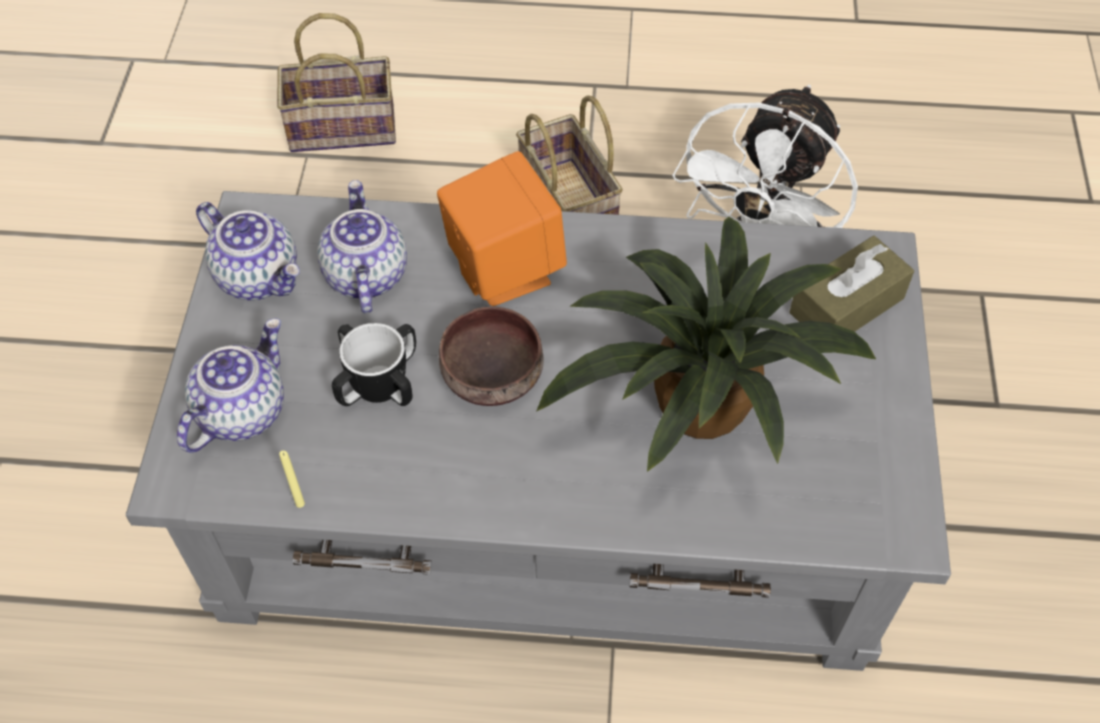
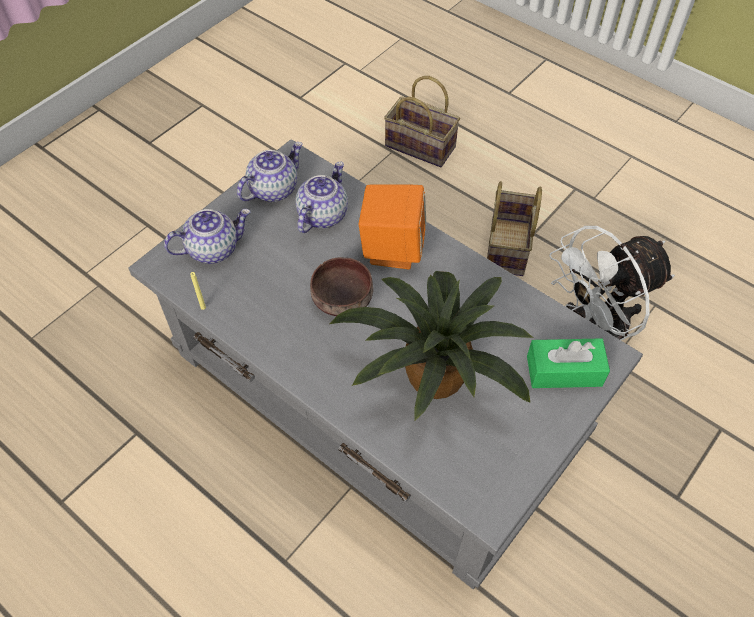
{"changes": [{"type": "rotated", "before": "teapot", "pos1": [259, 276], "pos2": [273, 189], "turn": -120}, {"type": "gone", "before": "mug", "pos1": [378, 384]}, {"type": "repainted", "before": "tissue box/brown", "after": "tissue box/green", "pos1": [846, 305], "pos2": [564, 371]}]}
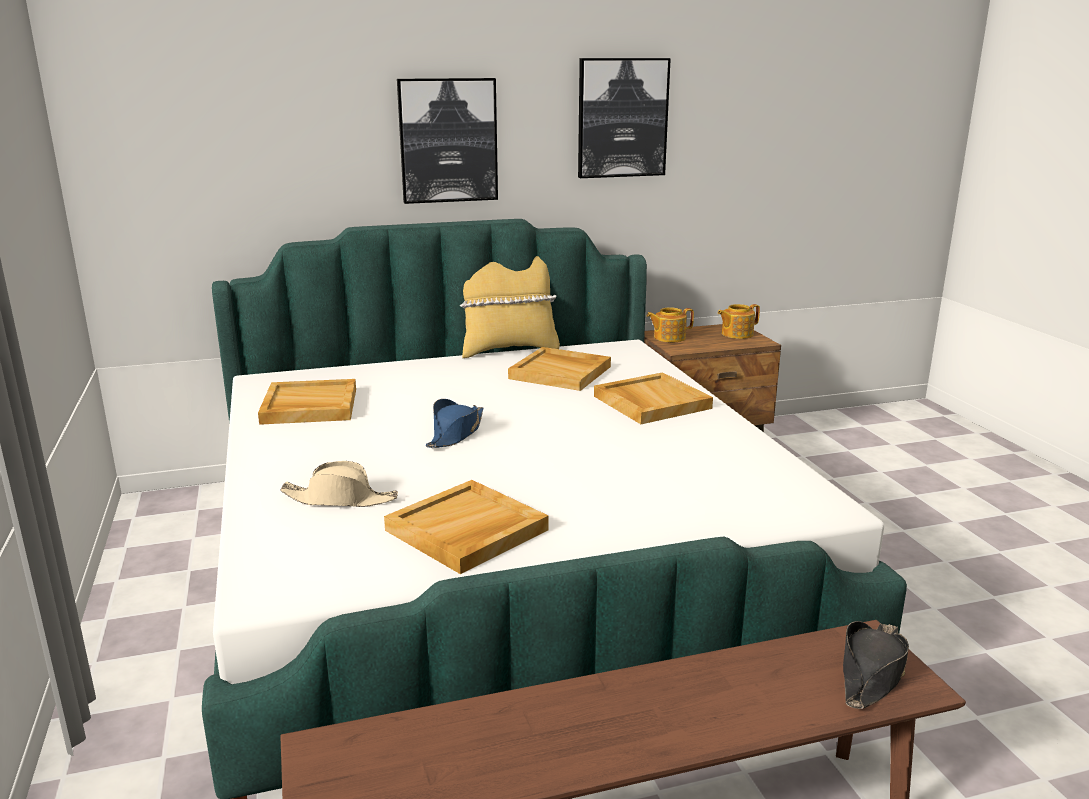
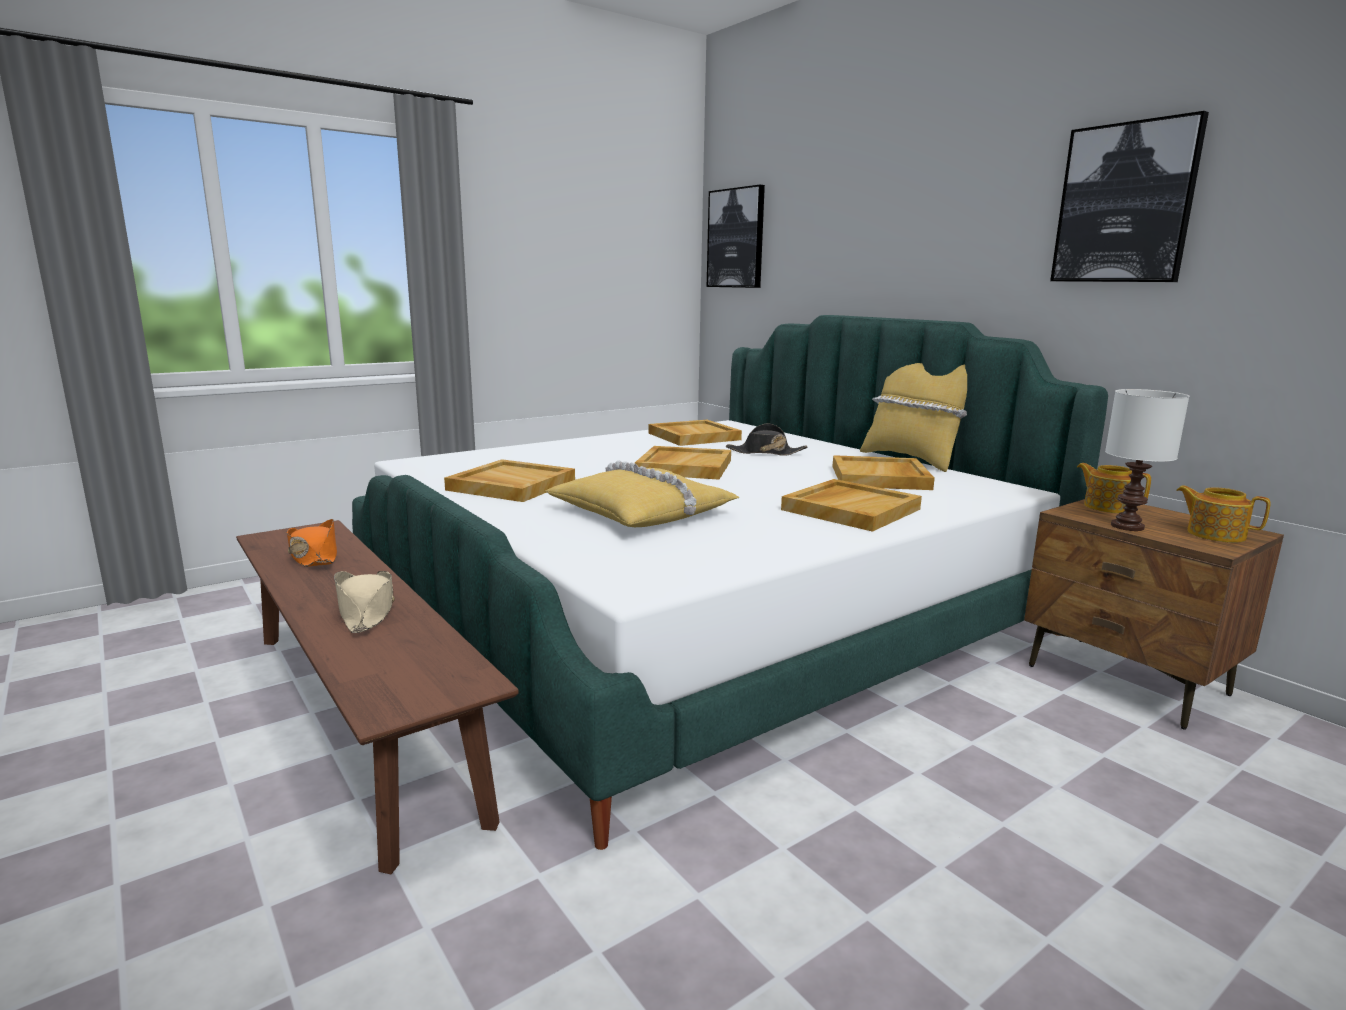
{"changes": [{"type": "shifted", "before": "hat/beige", "pos1": [340, 499], "pos2": [366, 611]}, {"type": "shifted", "before": "picture", "pos1": [448, 140], "pos2": [736, 238]}, {"type": "swapped", "before": "hat/blue", "after": "tray/beige", "pos1": [455, 433], "pos2": [684, 467]}, {"type": "shifted", "before": "hat/black", "pos1": [871, 673], "pos2": [765, 453]}, {"type": "new", "after": "hat/orange", "pos2": [314, 556]}, {"type": "new", "after": "pillow/yellow", "pos2": [642, 512]}, {"type": "new", "after": "table lamp/white", "pos2": [1125, 526]}]}
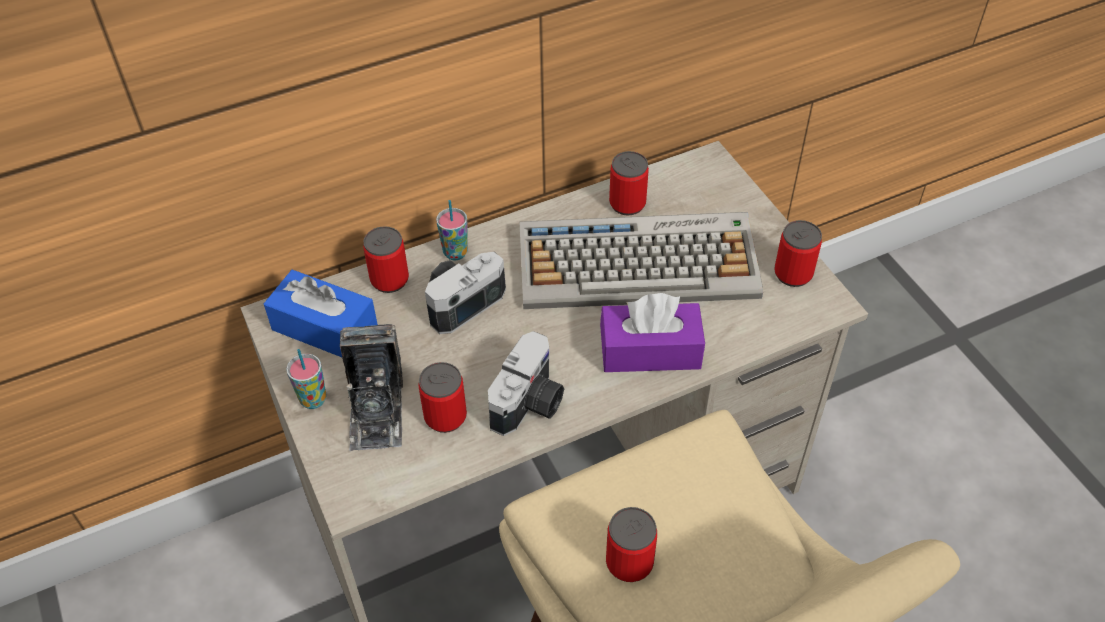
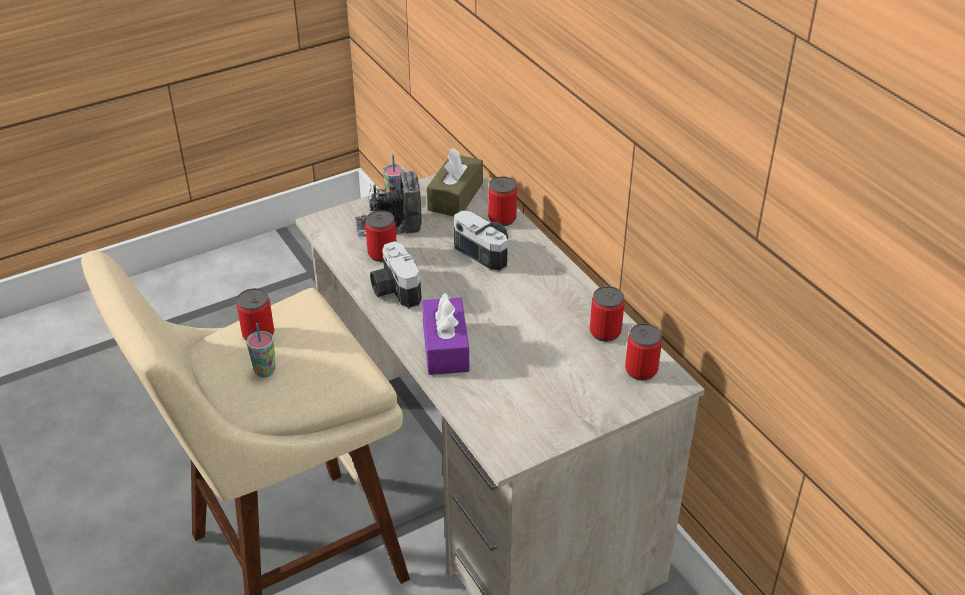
{"changes": [{"type": "repainted", "before": "tissue box/blue", "after": "tissue box/brown", "pos1": [324, 328], "pos2": [455, 196]}, {"type": "shifted", "before": "cup", "pos1": [455, 253], "pos2": [265, 371]}, {"type": "rotated", "before": "photo camera", "pos1": [530, 404], "pos2": [393, 290], "turn": 45}, {"type": "gone", "before": "keyboard", "pos1": [639, 262]}, {"type": "shifted", "before": "can", "pos1": [793, 274], "pos2": [641, 370]}]}
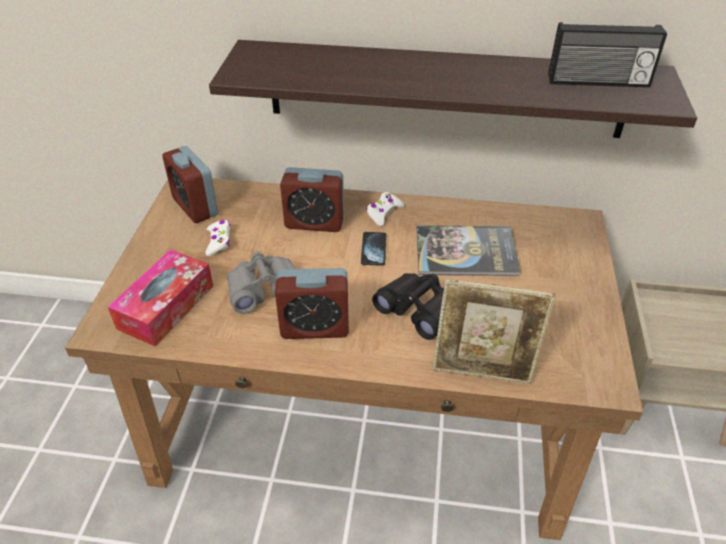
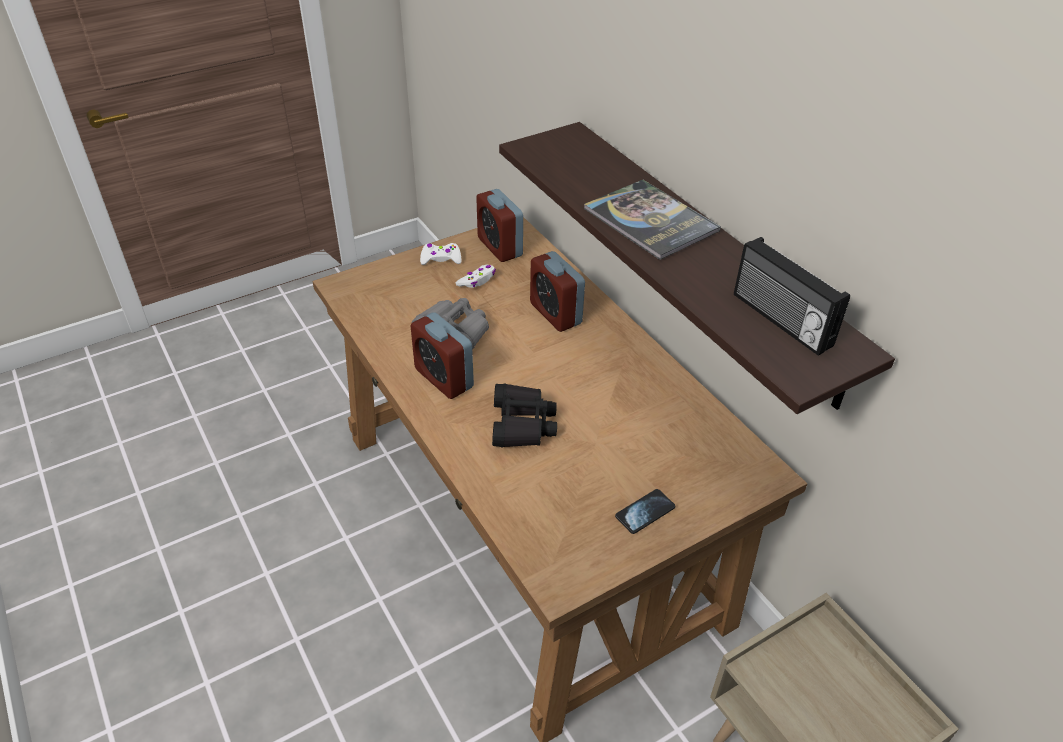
{"changes": [{"type": "gone", "before": "tissue box", "pos1": [166, 307]}, {"type": "rotated", "before": "alarm clock", "pos1": [195, 207], "pos2": [500, 247], "turn": -45}, {"type": "shifted", "before": "phone", "pos1": [373, 249], "pos2": [645, 512]}, {"type": "shifted", "before": "game controller/white", "pos1": [383, 213], "pos2": [441, 259]}, {"type": "shifted", "before": "book", "pos1": [465, 252], "pos2": [650, 220]}, {"type": "gone", "before": "picture frame", "pos1": [482, 372]}]}
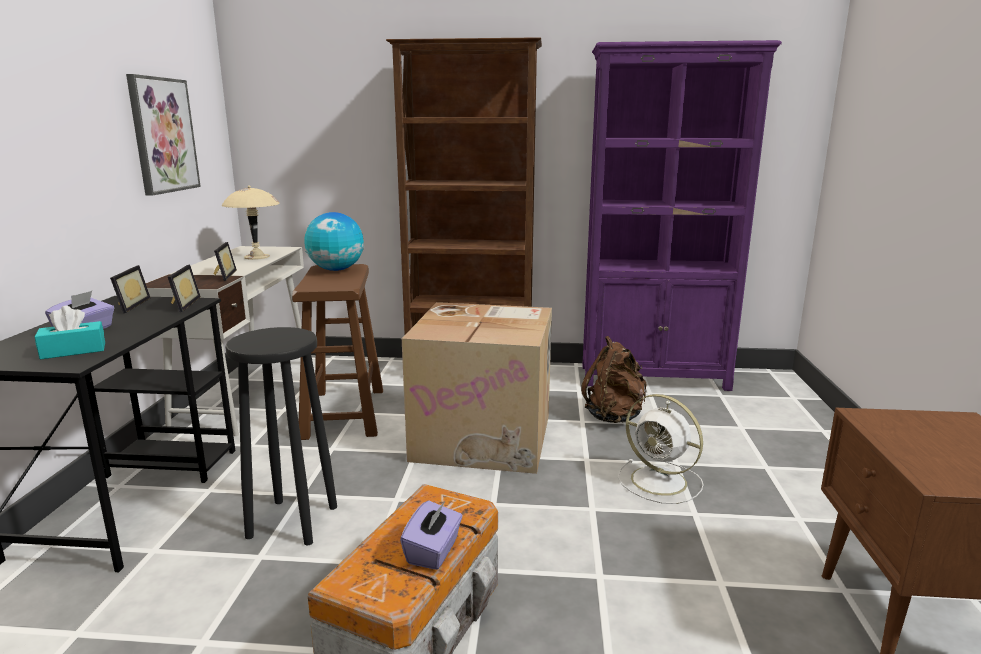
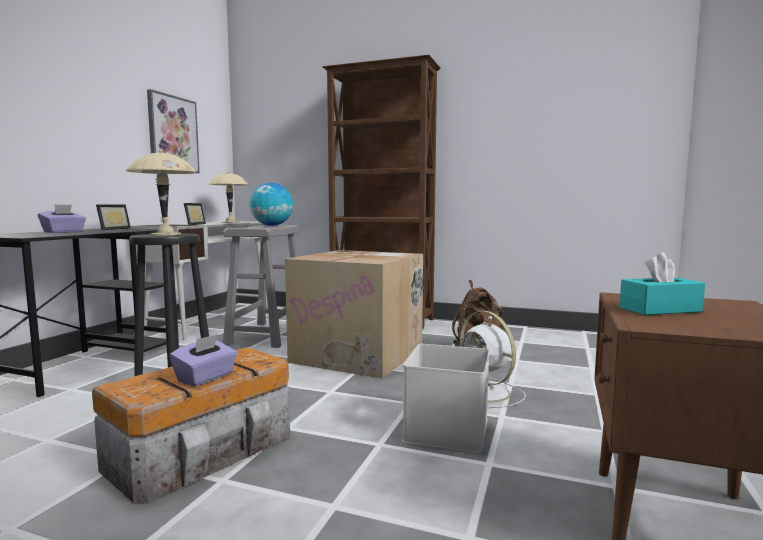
{"changes": [{"type": "shifted", "before": "tissue box/turquoise", "pos1": [73, 351], "pos2": [660, 309]}, {"type": "gone", "before": "picture frame", "pos1": [181, 304]}, {"type": "repainted", "before": "stool/brown", "after": "stool/grey", "pos1": [344, 413], "pos2": [267, 335]}, {"type": "gone", "before": "bookcase/purple", "pos1": [654, 378]}, {"type": "new", "after": "table lamp/beige", "pos2": [165, 234]}, {"type": "new", "after": "storage box/white", "pos2": [448, 431]}]}
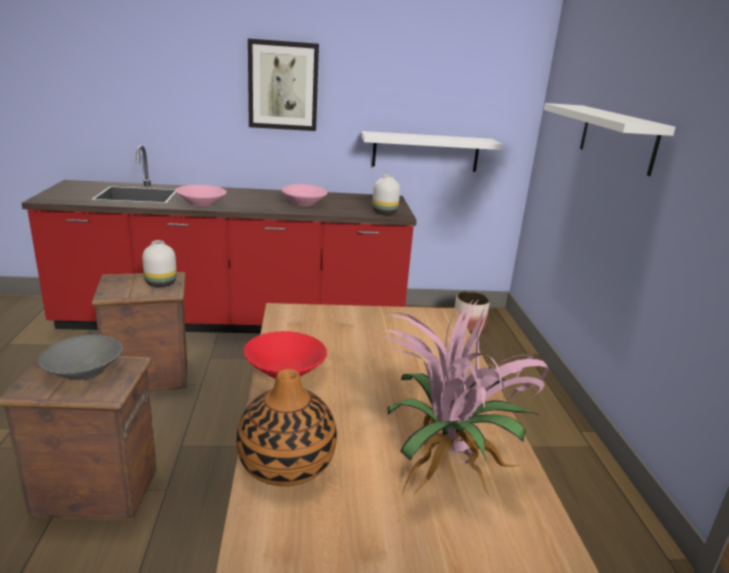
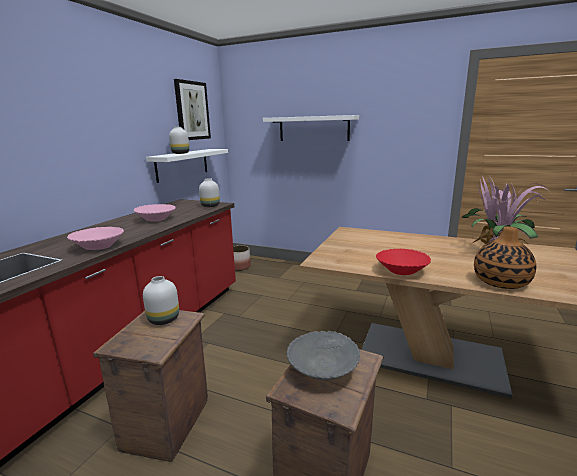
{"changes": [{"type": "shifted", "before": "picture", "pos1": [283, 86], "pos2": [192, 111]}, {"type": "new", "after": "vase/white", "pos2": [180, 153]}]}
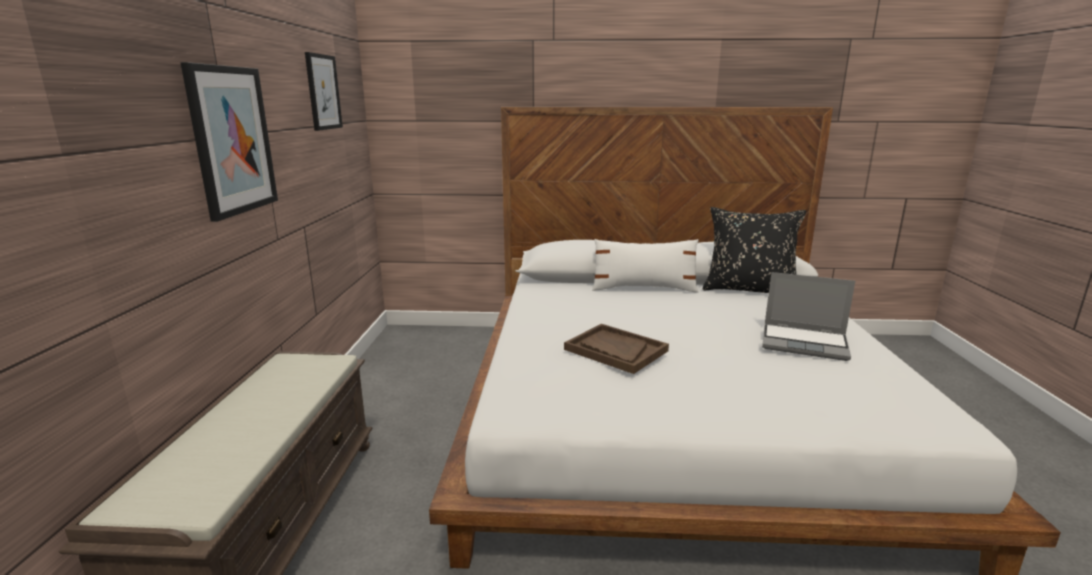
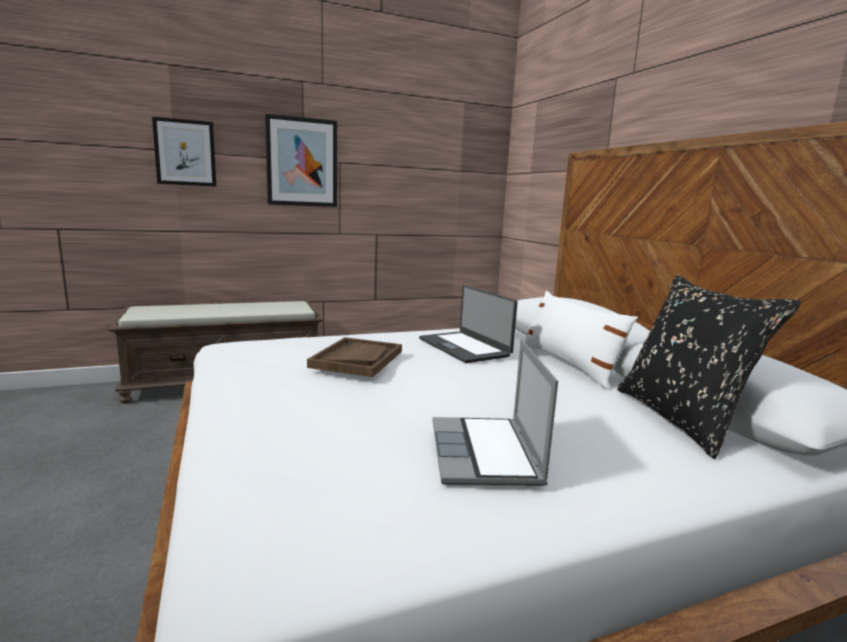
{"changes": [{"type": "shifted", "before": "picture", "pos1": [323, 92], "pos2": [185, 153]}, {"type": "new", "after": "laptop", "pos2": [464, 347]}]}
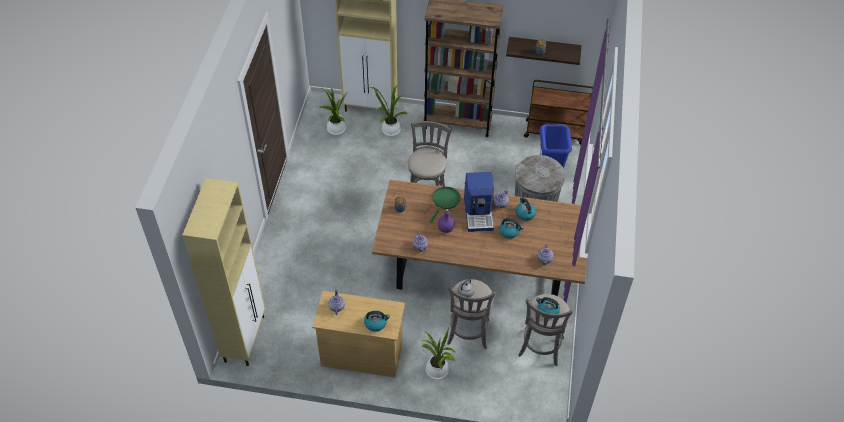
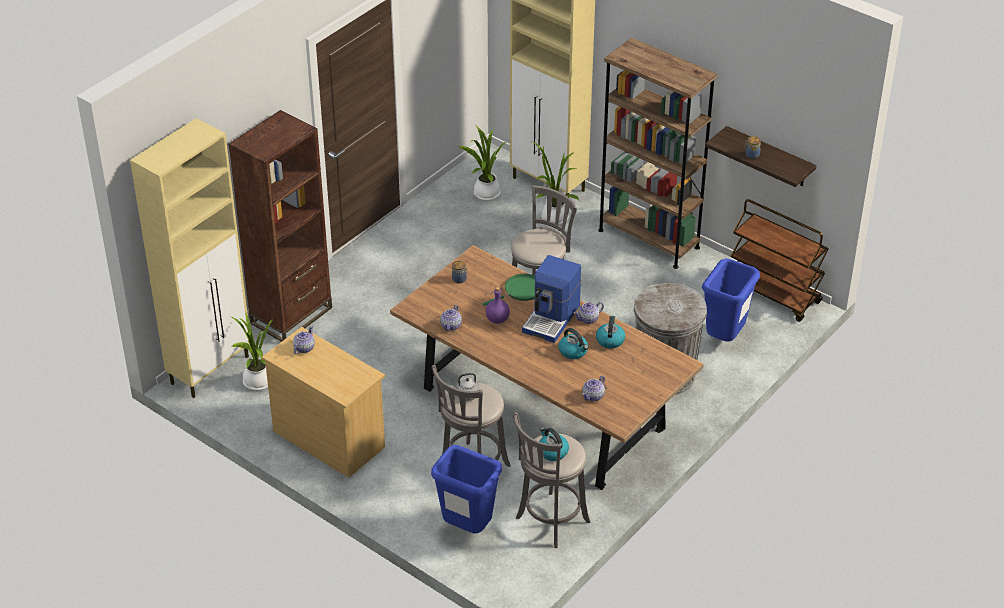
{"changes": [{"type": "gone", "before": "kettle", "pos1": [376, 323]}, {"type": "shifted", "before": "potted plant", "pos1": [438, 371], "pos2": [257, 383]}, {"type": "new", "after": "bookcase/brown", "pos2": [291, 315]}, {"type": "new", "after": "trash can/blue", "pos2": [467, 528]}]}
